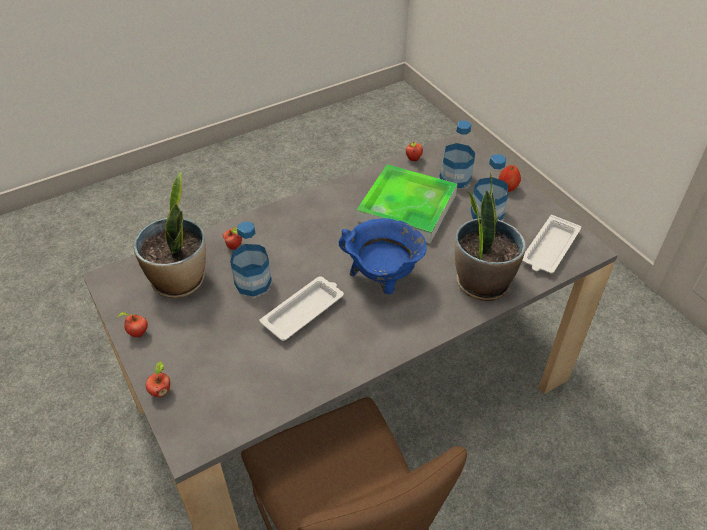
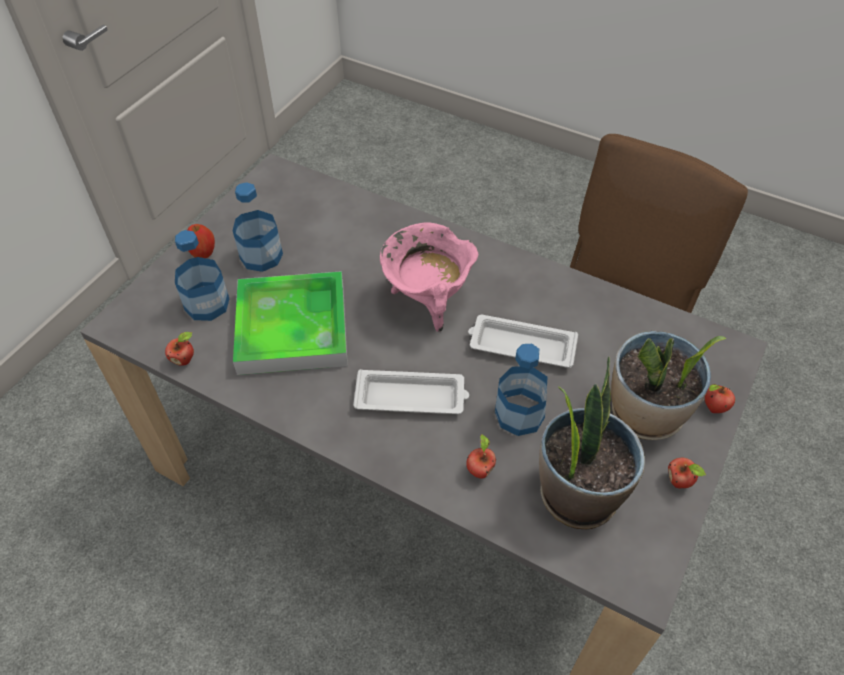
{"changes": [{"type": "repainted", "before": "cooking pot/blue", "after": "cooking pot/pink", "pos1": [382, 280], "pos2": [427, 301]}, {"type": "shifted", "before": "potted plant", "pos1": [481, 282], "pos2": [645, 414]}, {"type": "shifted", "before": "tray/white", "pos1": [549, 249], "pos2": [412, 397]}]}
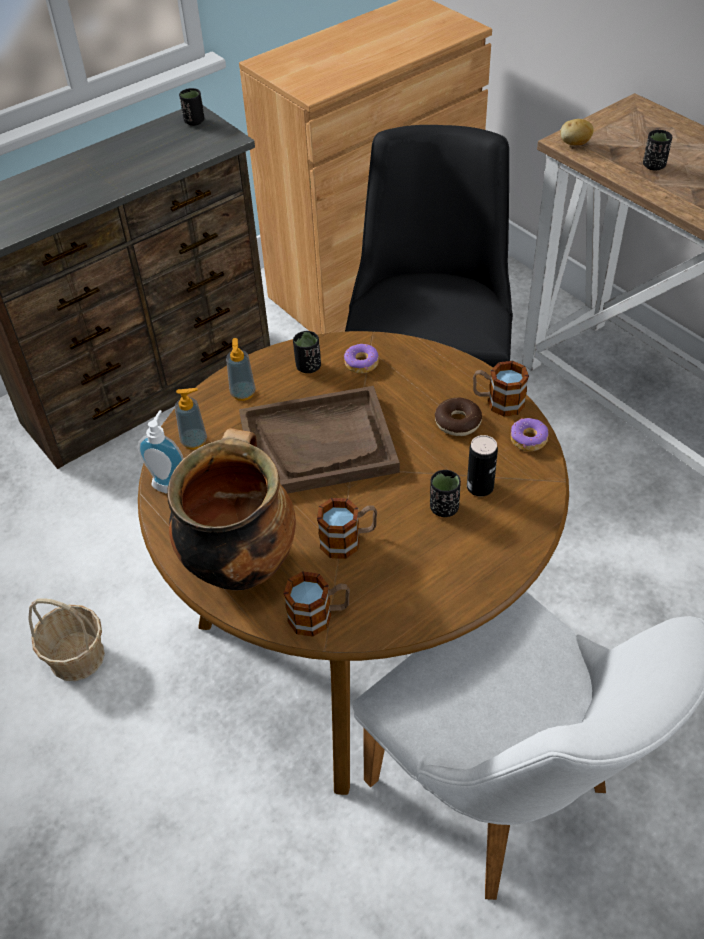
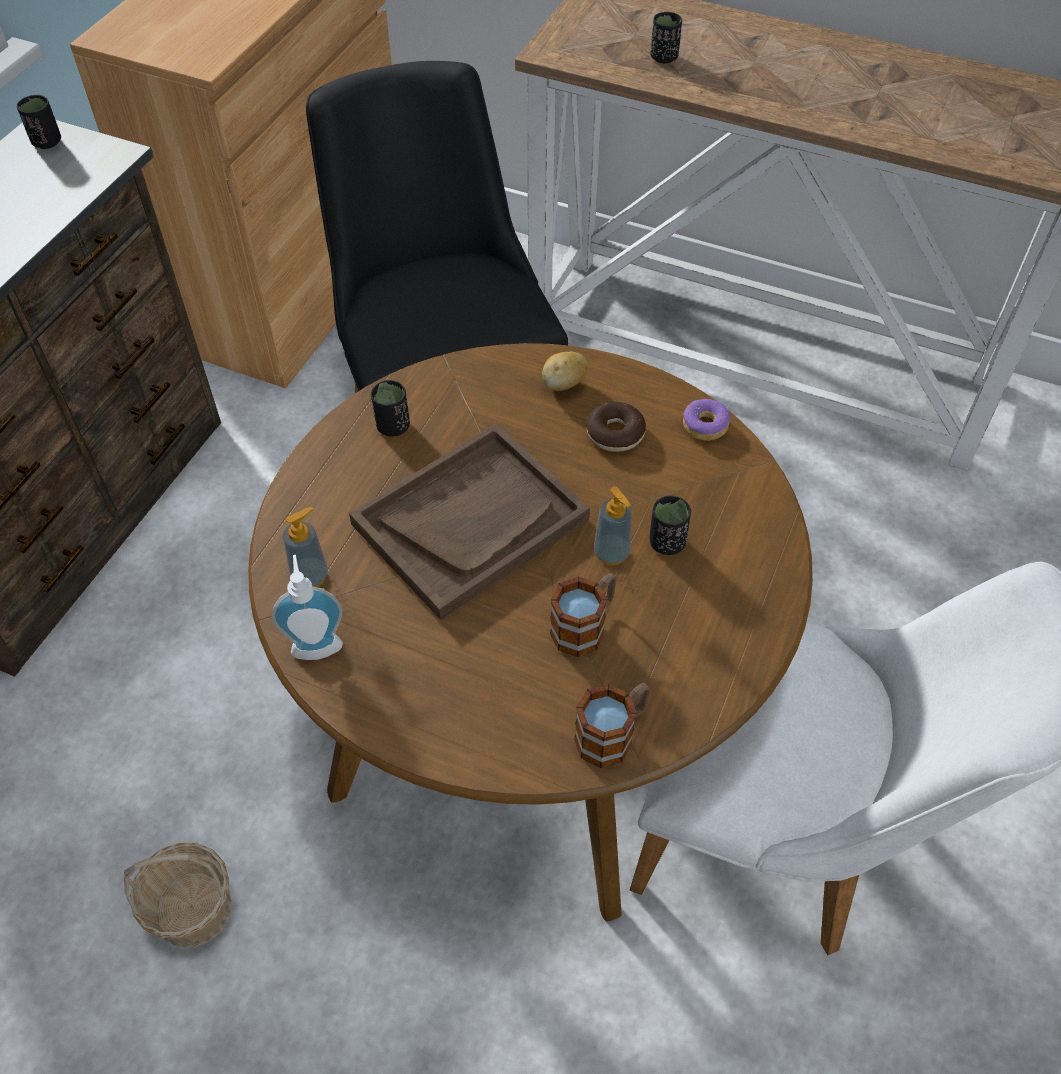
{"changes": [{"type": "gone", "before": "cooking pot", "pos1": [240, 563]}, {"type": "shifted", "before": "soap dispenser", "pos1": [243, 393], "pos2": [611, 553]}, {"type": "gone", "before": "donut", "pos1": [361, 364]}, {"type": "gone", "before": "can", "pos1": [480, 487]}, {"type": "gone", "before": "mug", "pos1": [498, 402]}, {"type": "shifted", "before": "potato", "pos1": [574, 144], "pos2": [564, 384]}]}
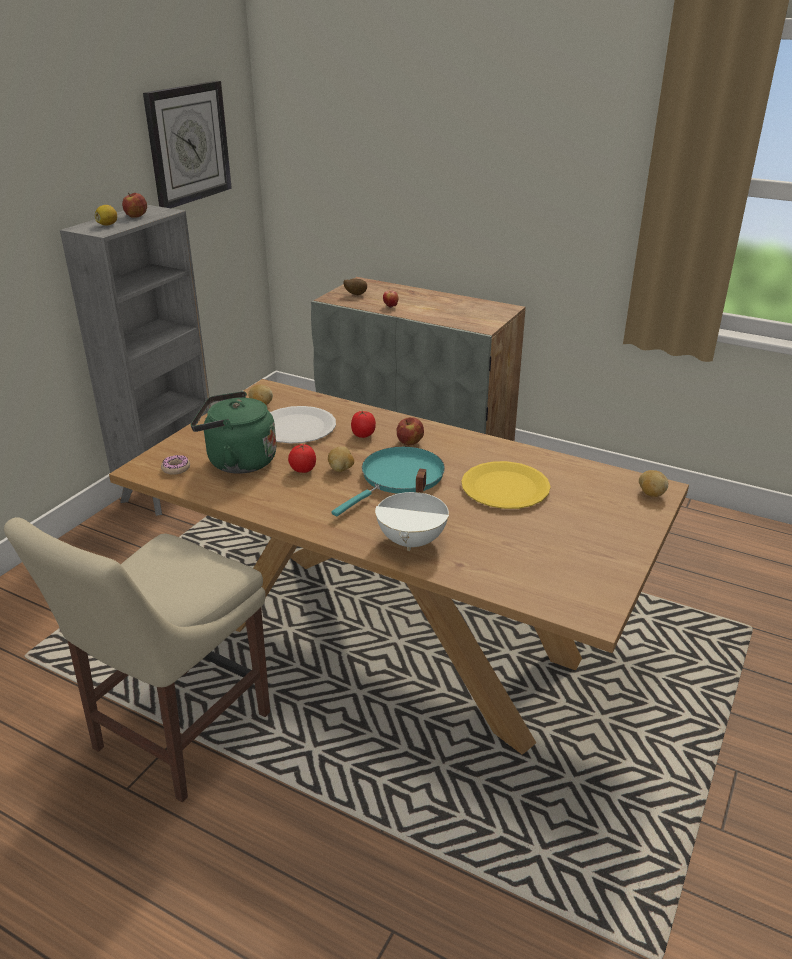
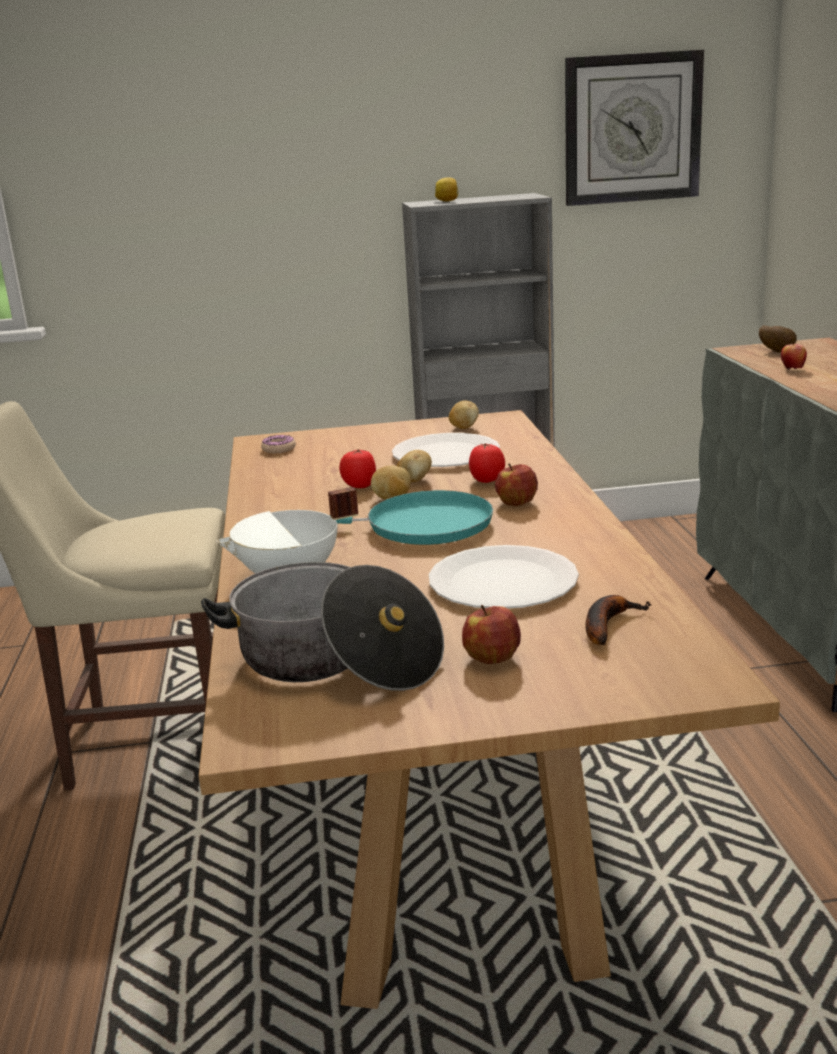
{"changes": [{"type": "shifted", "before": "apple", "pos1": [136, 216], "pos2": [492, 659]}, {"type": "gone", "before": "kettle/green", "pos1": [237, 461]}, {"type": "repainted", "before": "plate/yellow", "after": "plate/white", "pos1": [505, 487], "pos2": [502, 581]}, {"type": "shifted", "before": "potato", "pos1": [650, 494], "pos2": [415, 481]}, {"type": "new", "after": "cooking pot", "pos2": [334, 661]}, {"type": "new", "after": "banana", "pos2": [607, 624]}]}
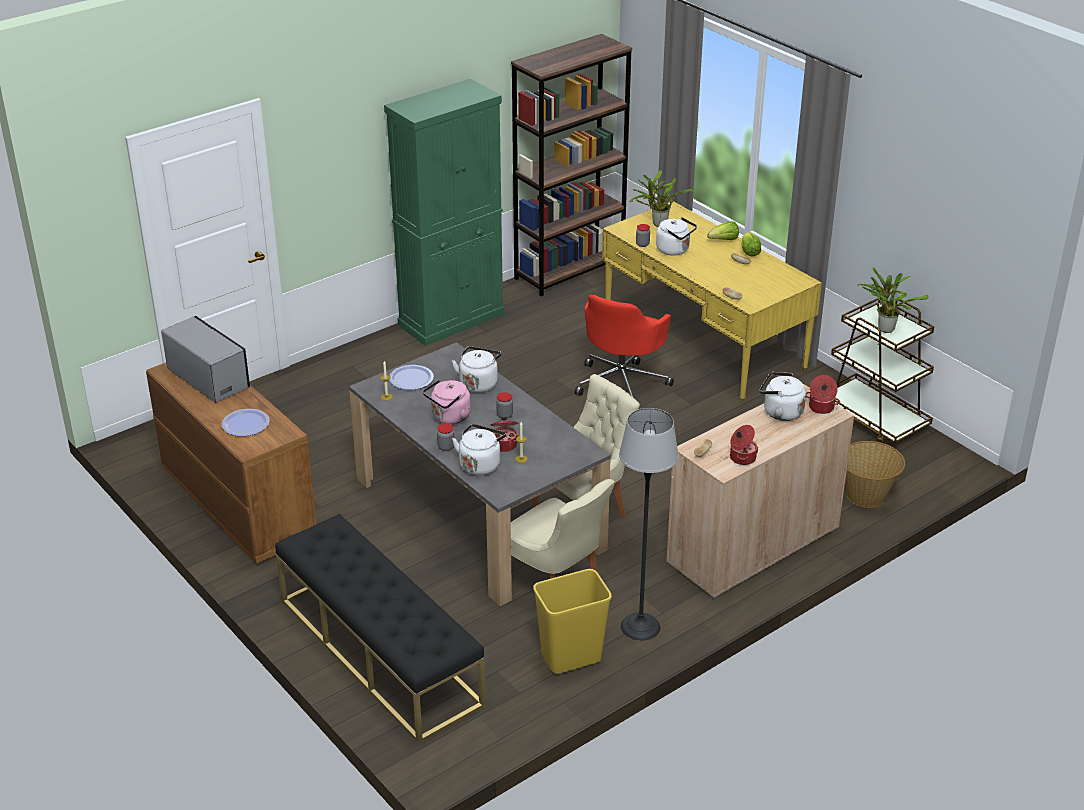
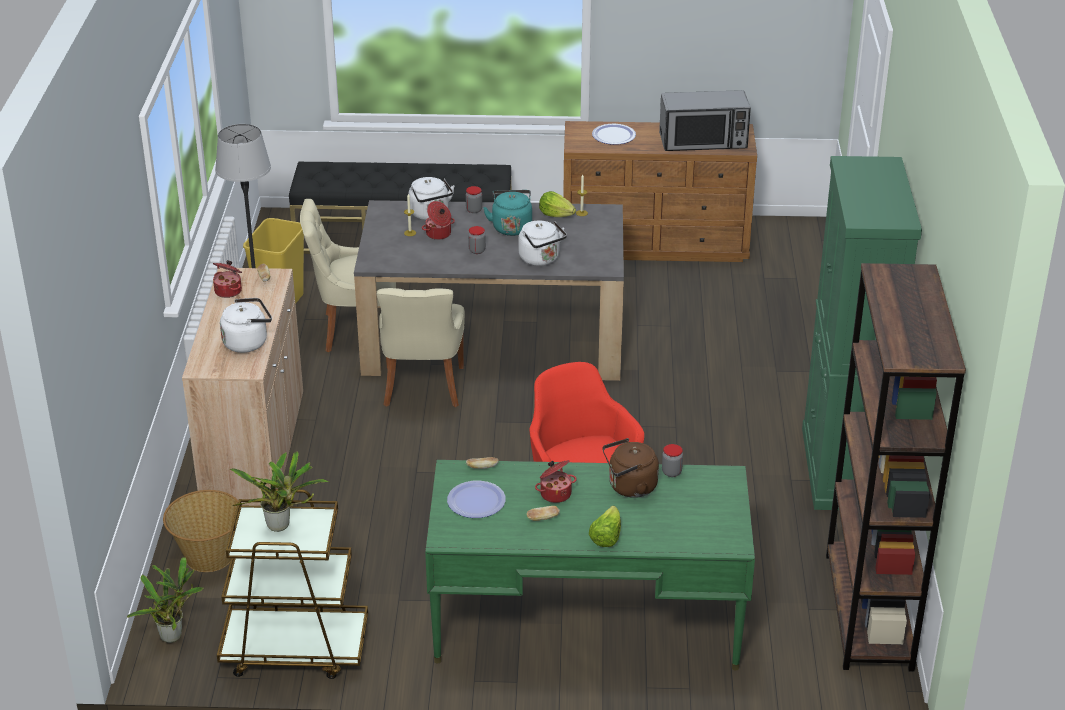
{"changes": [{"type": "shifted", "before": "plate", "pos1": [411, 378], "pos2": [476, 501]}, {"type": "repainted", "before": "kettle/pink", "after": "kettle/turquoise", "pos1": [449, 417], "pos2": [511, 227]}, {"type": "repainted", "before": "desk/yellow", "after": "desk/green", "pos1": [703, 342], "pos2": [587, 620]}, {"type": "shifted", "before": "potted plant", "pos1": [657, 224], "pos2": [174, 635]}, {"type": "repainted", "before": "kettle/white", "after": "kettle/brown", "pos1": [675, 250], "pos2": [629, 487]}, {"type": "shifted", "before": "lettuce", "pos1": [749, 252], "pos2": [556, 215]}, {"type": "shifted", "before": "cooking pot", "pos1": [821, 408], "pos2": [555, 493]}]}
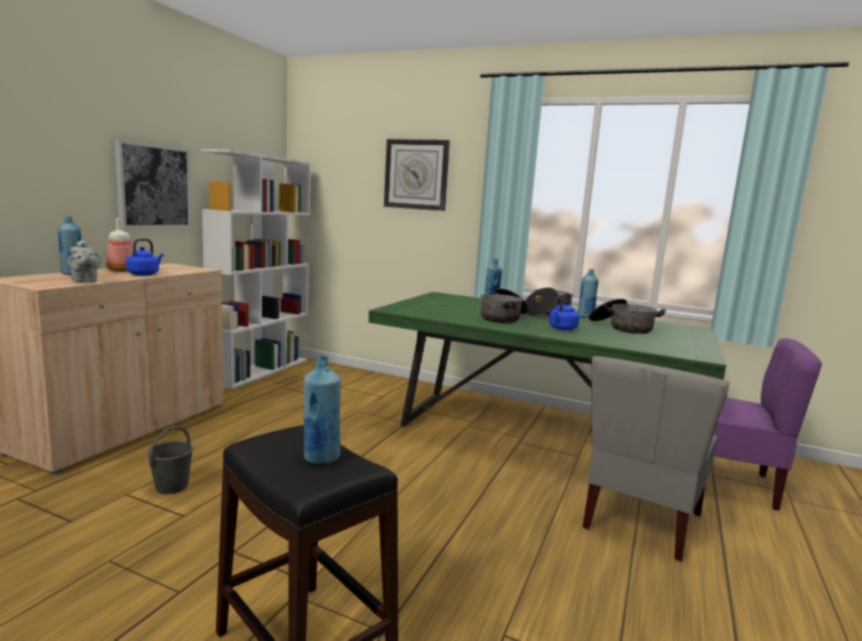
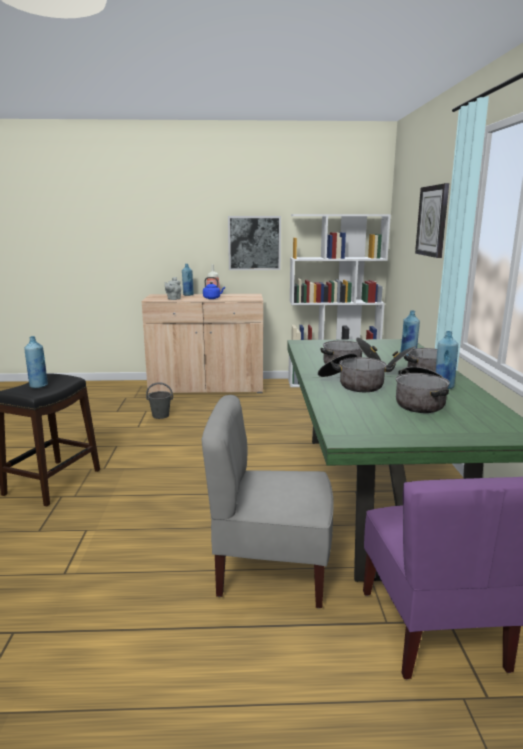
{"changes": [{"type": "swapped", "before": "kettle/blue", "after": "cooking pot", "pos1": [562, 329], "pos2": [352, 384]}]}
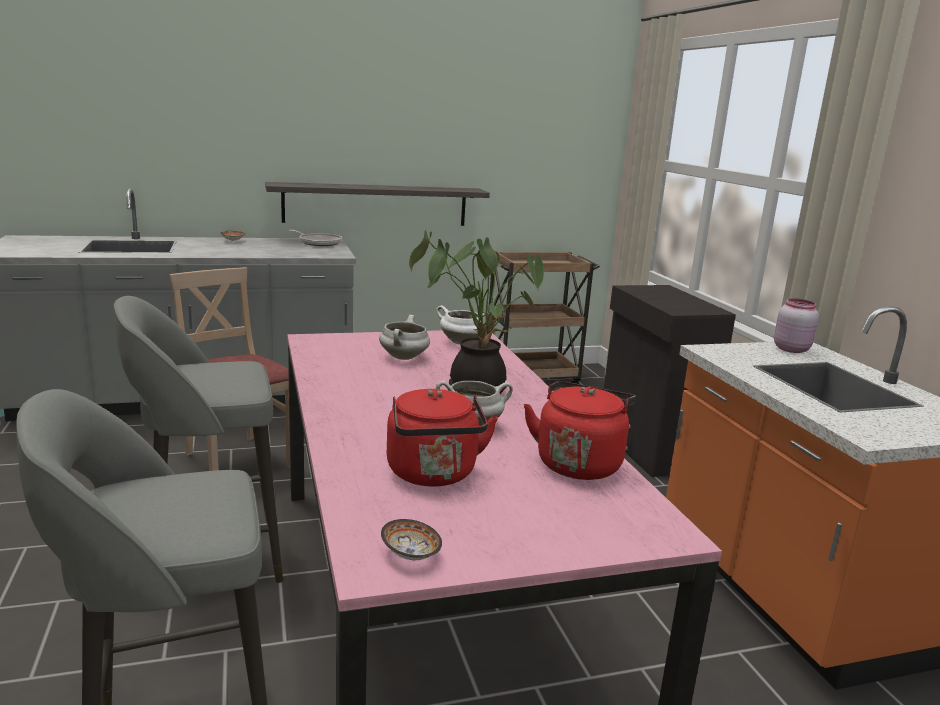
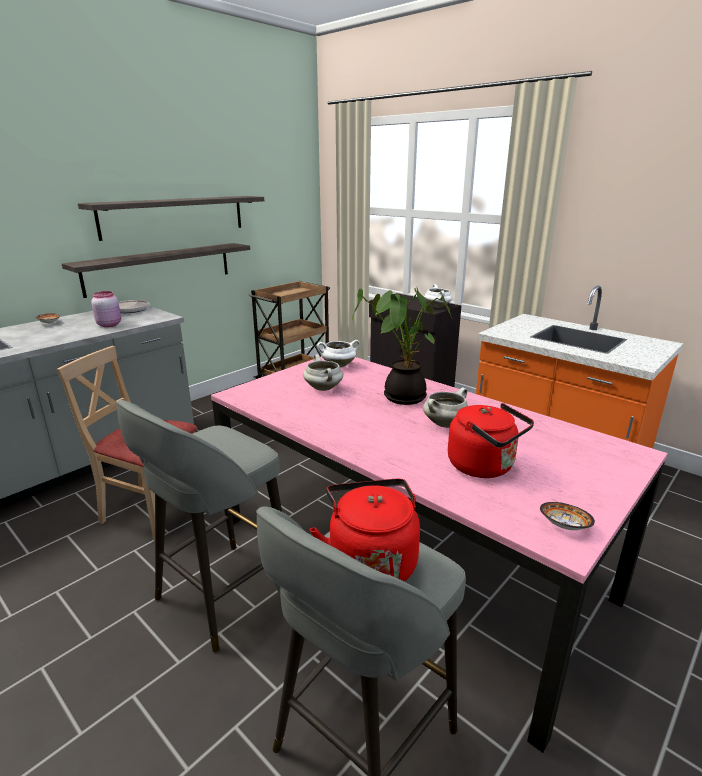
{"changes": [{"type": "shifted", "before": "kettle/red", "pos1": [579, 463], "pos2": [370, 561]}, {"type": "shifted", "before": "jar/pink", "pos1": [791, 349], "pos2": [109, 324]}, {"type": "new", "after": "shelf", "pos2": [174, 216]}, {"type": "new", "after": "cooking pot/white", "pos2": [438, 307]}]}
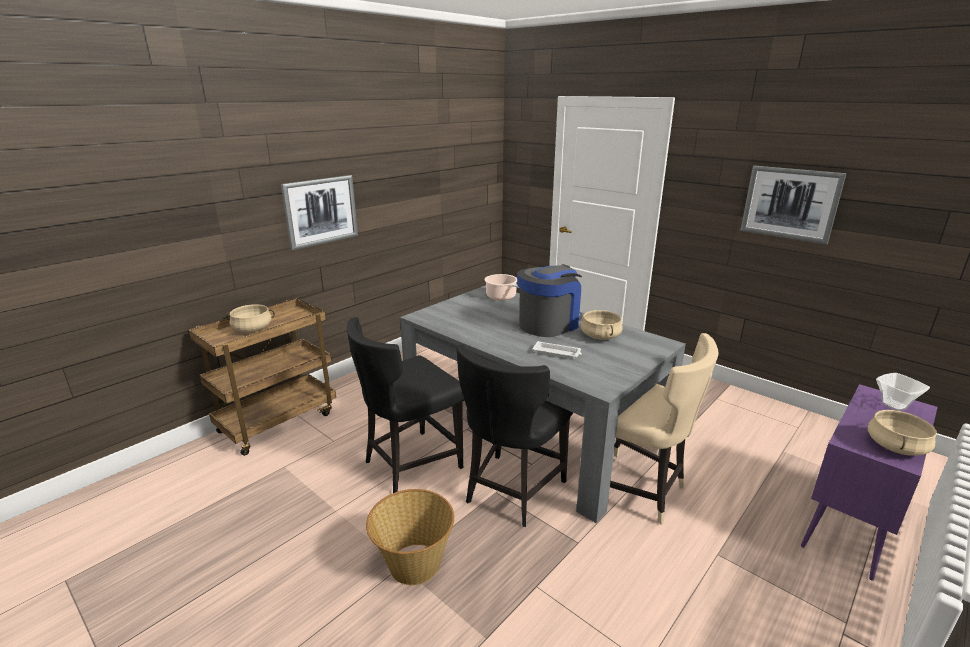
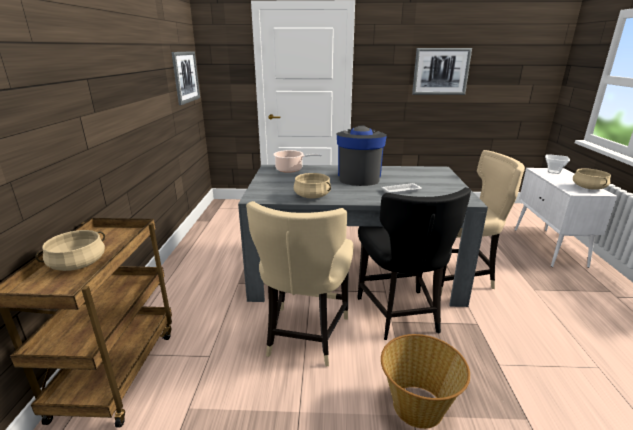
{"changes": [{"type": "shifted", "before": "picture", "pos1": [321, 211], "pos2": [185, 77]}, {"type": "repainted", "before": "chair/black", "after": "chair/beige", "pos1": [410, 463], "pos2": [305, 336]}, {"type": "shifted", "before": "cooking pot/beige", "pos1": [600, 336], "pos2": [312, 196]}, {"type": "repainted", "before": "cabinet/purple", "after": "cabinet/white", "pos1": [850, 525], "pos2": [549, 247]}]}
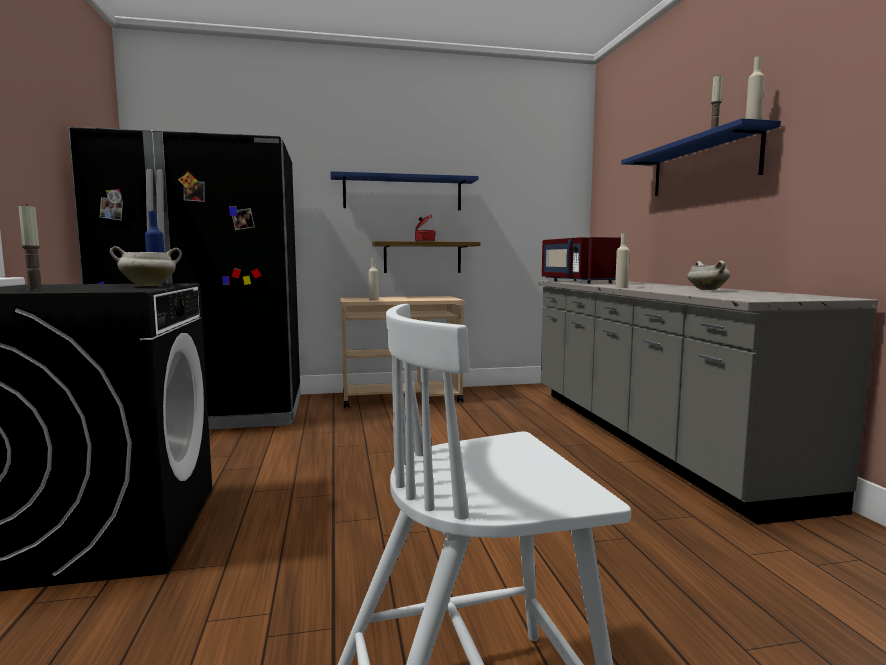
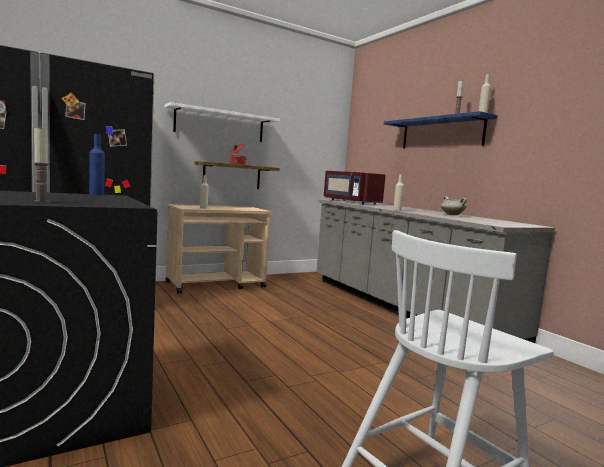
{"changes": [{"type": "gone", "before": "cooking pot/white", "pos1": [149, 286]}, {"type": "repainted", "before": "shelf/blue", "after": "shelf/white", "pos1": [403, 193], "pos2": [220, 125]}]}
